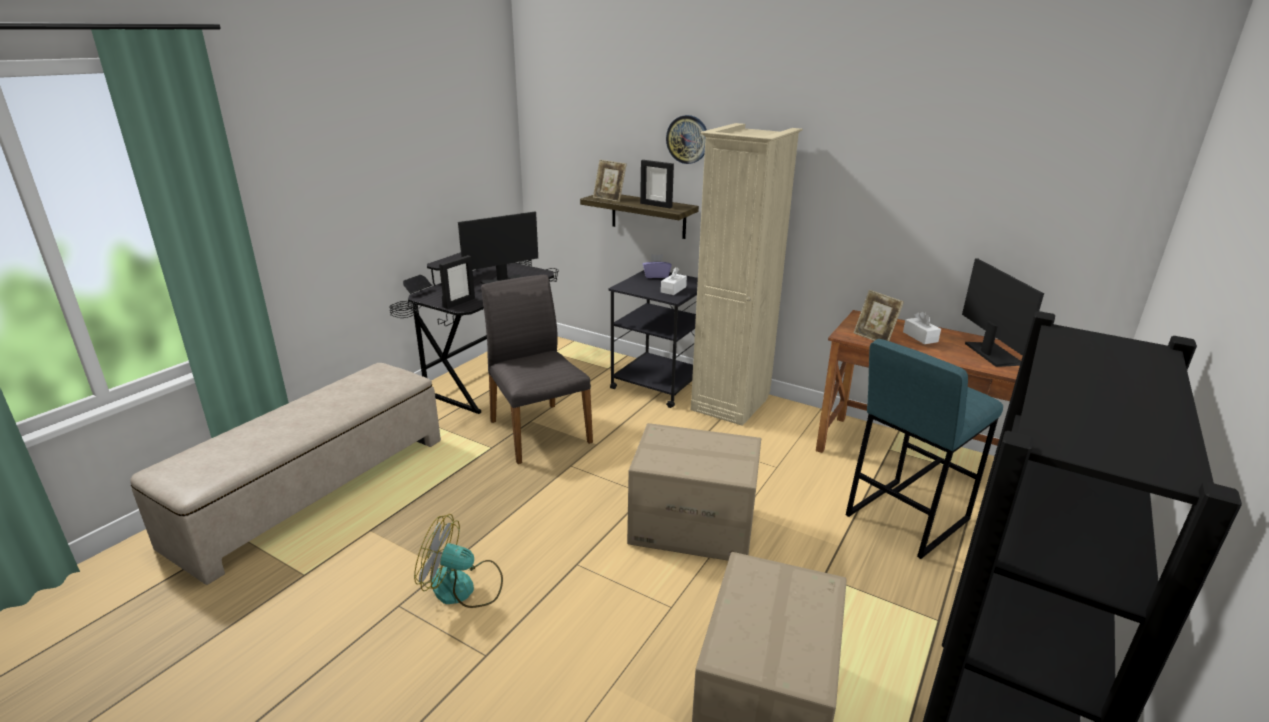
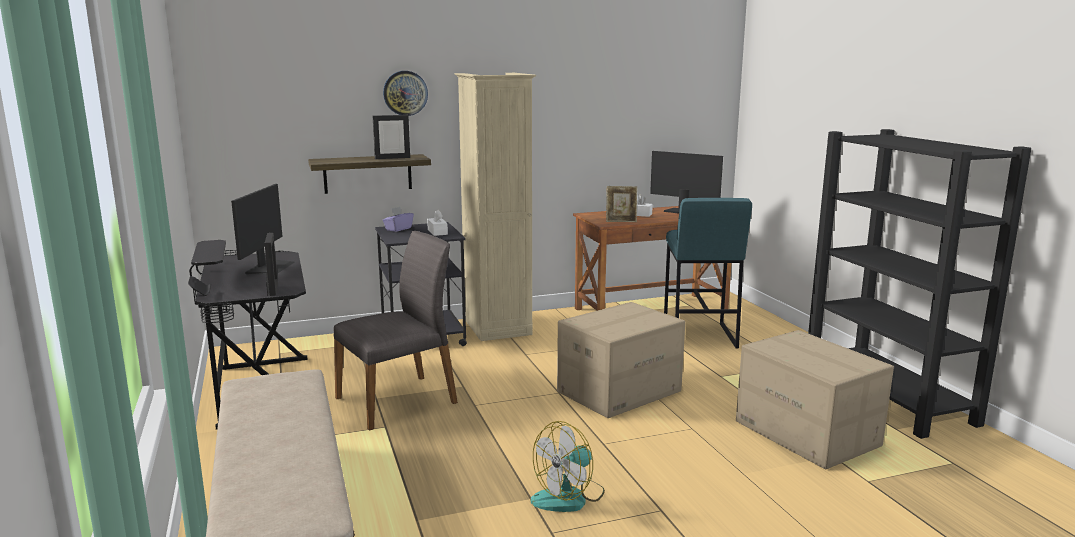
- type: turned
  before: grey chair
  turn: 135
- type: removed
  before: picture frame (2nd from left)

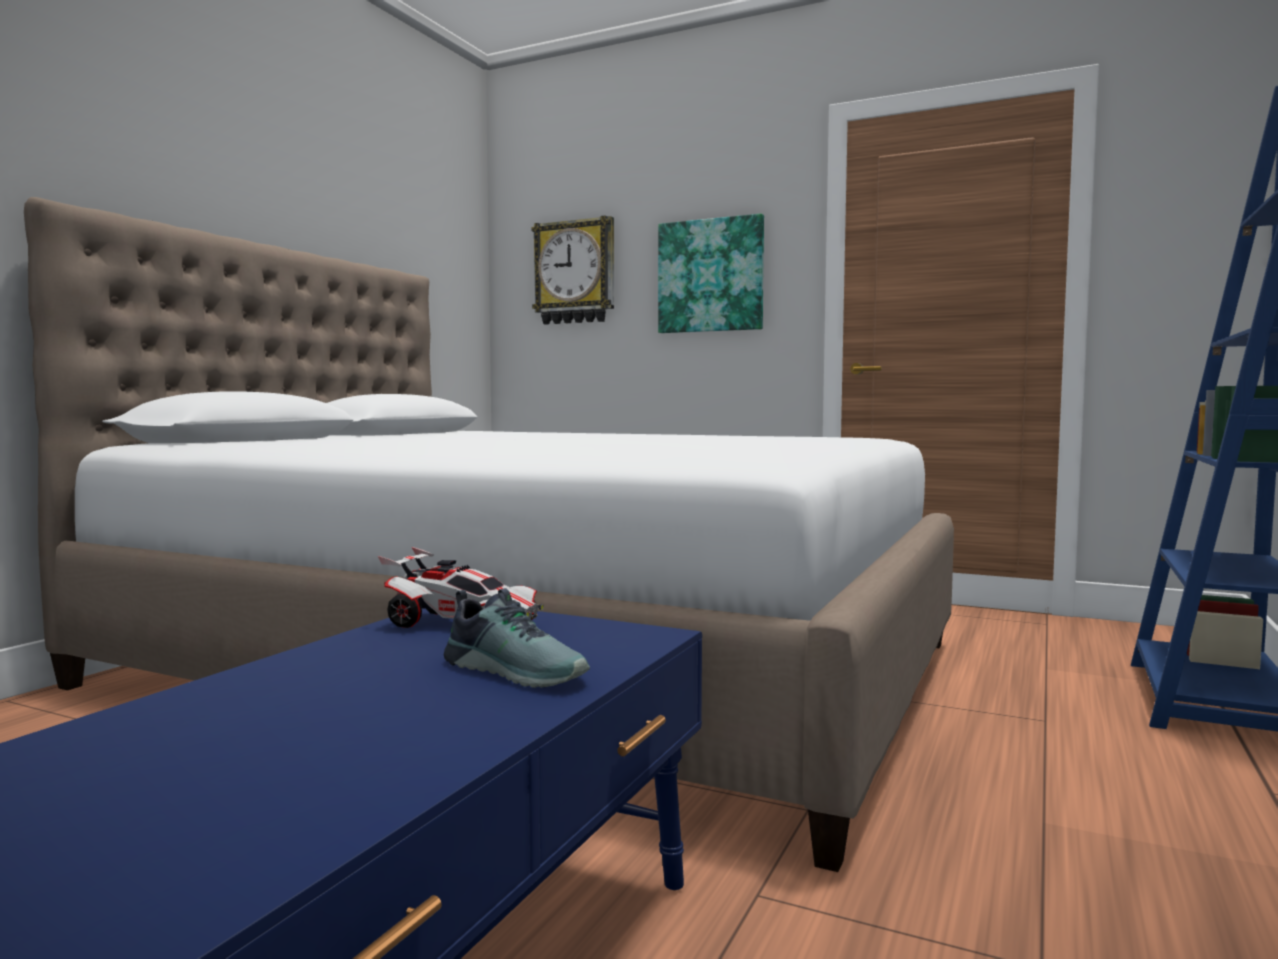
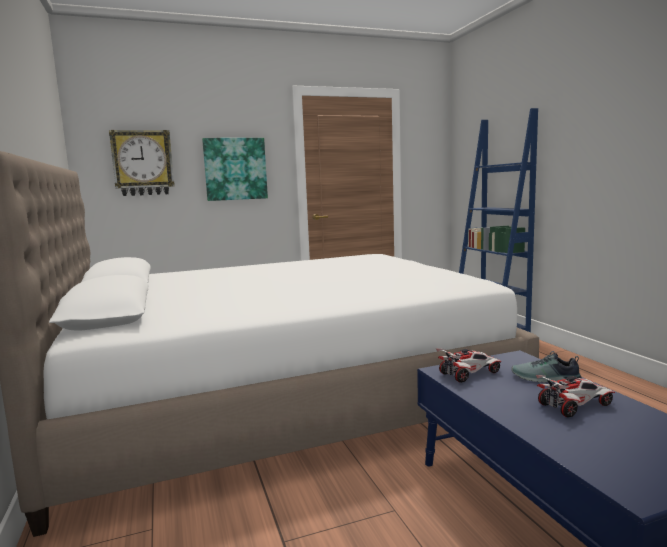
- type: turned
  before: shoe
  turn: -150
- type: added
  after: toy car (2nd from left)

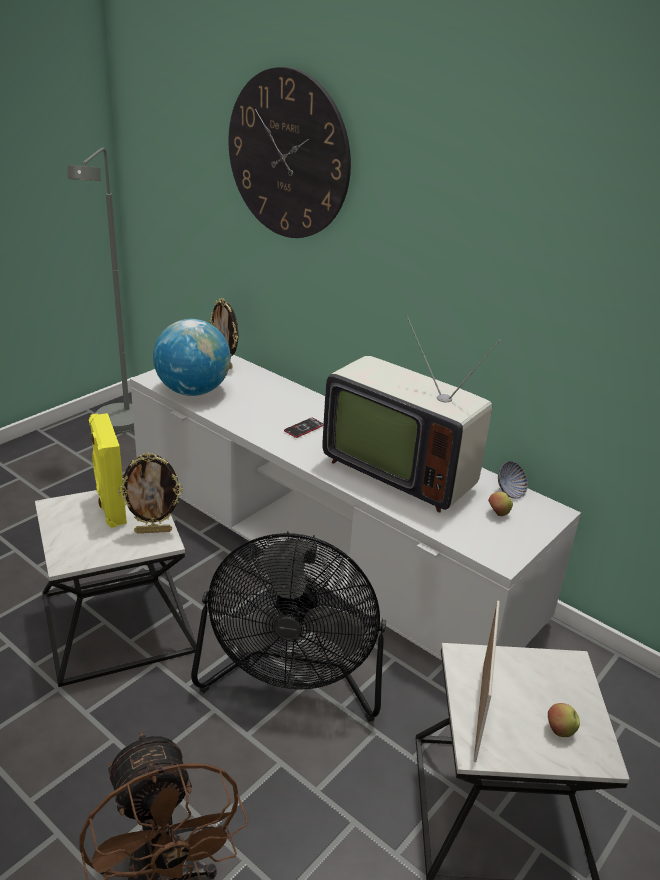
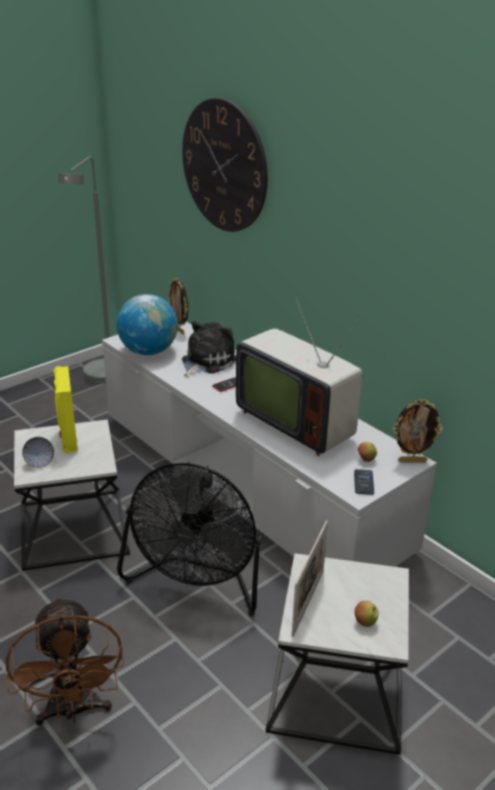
- type: moved
  before: picture frame (1st from left in the first image)
  after: picture frame (3rd from left)
- type: moved
  before: bowl
- type: added
  after: plush toy
- type: added
  after: phone (2nd from left)

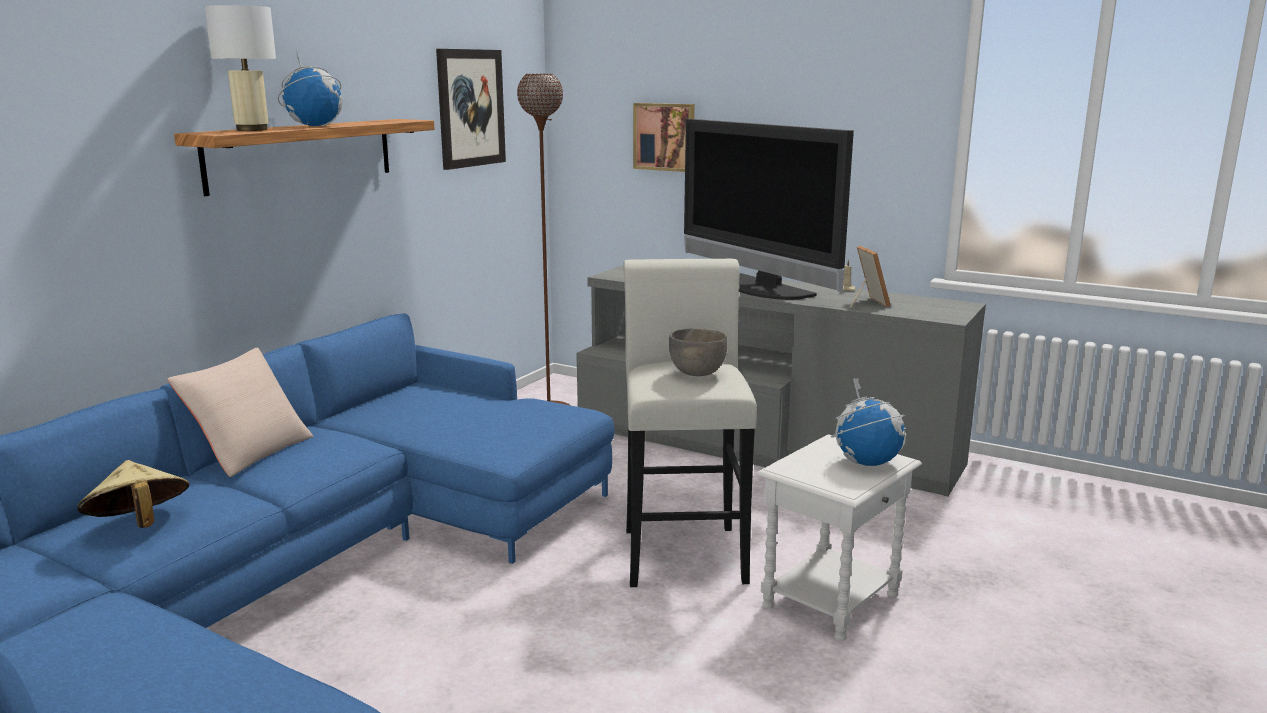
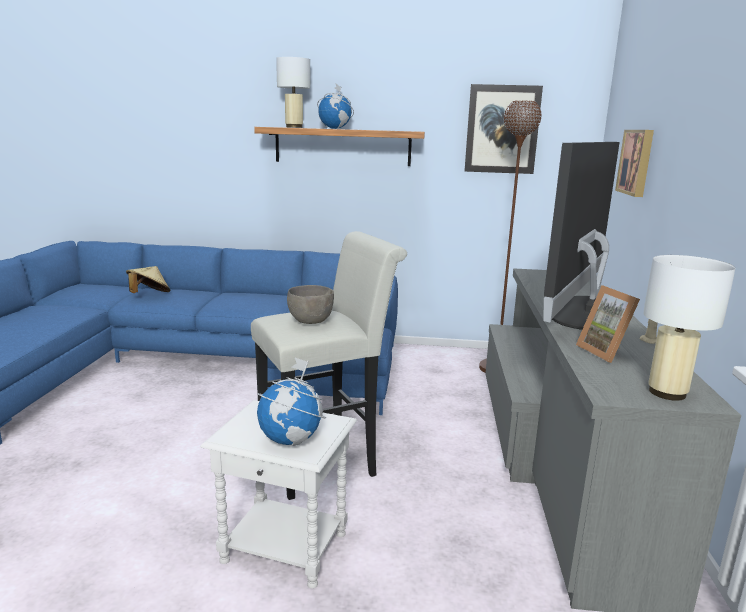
- type: removed
  before: beige pillow
- type: turned
  before: picture frame
  turn: 105
- type: added
  after: white table lamp (2nd from left)

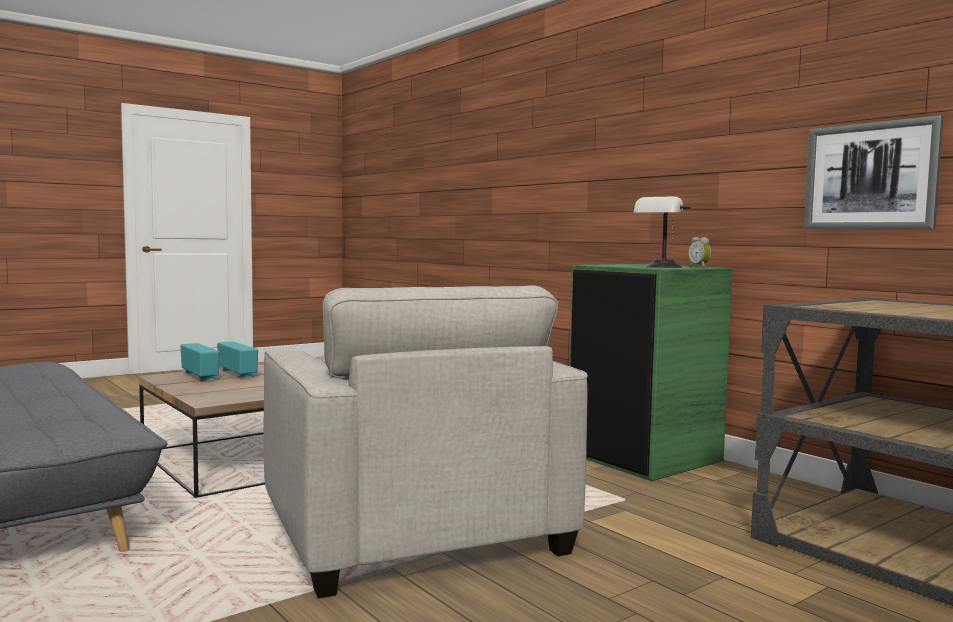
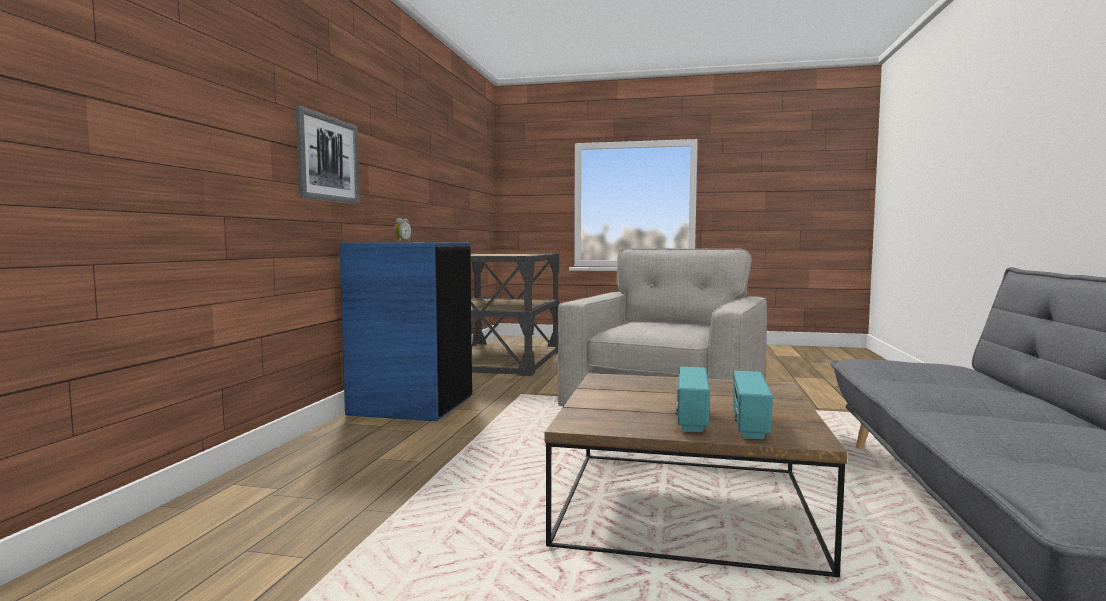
- type: recoloured
  before: green cabinet
  after: blue cabinet
- type: removed
  before: table lamp
- type: moved
  before: picture

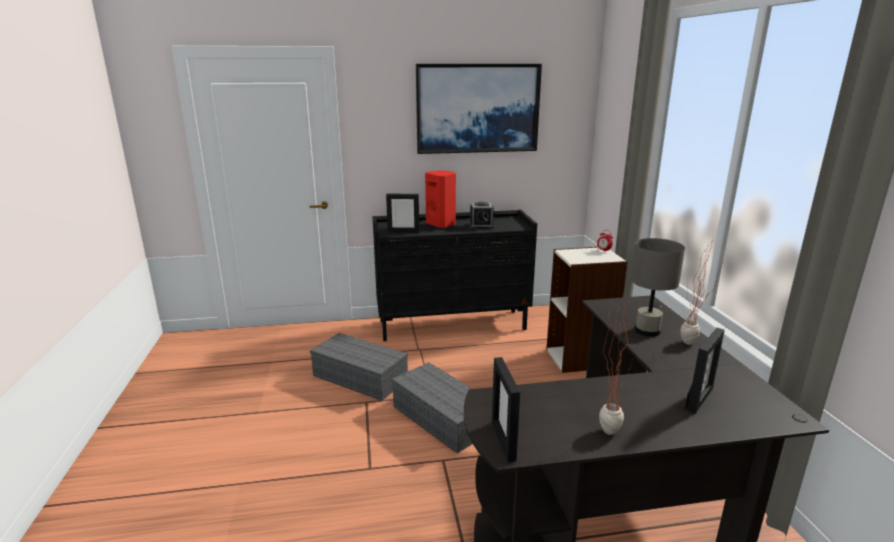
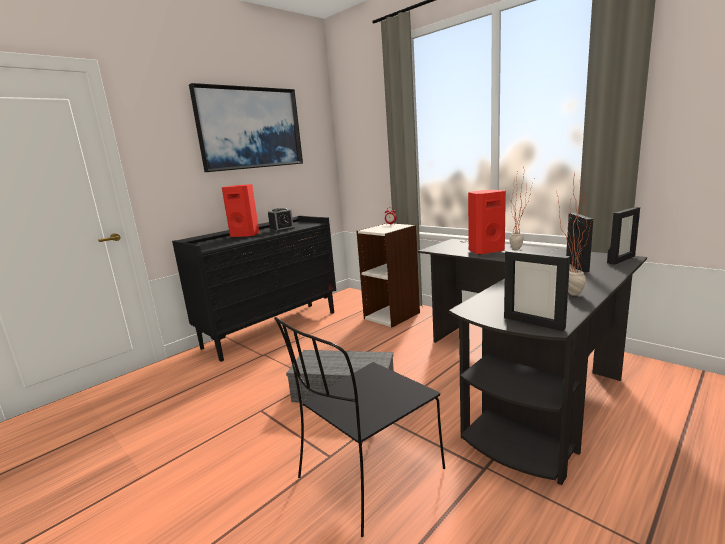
- type: removed
  before: grey storage box (1st from left)
- type: moved
  before: picture frame (1st from left in the first image)
  after: picture frame (3rd from left)
- type: replaced
  before: grey table lamp
  after: red speaker (2nd from left)
- type: added
  after: black chair

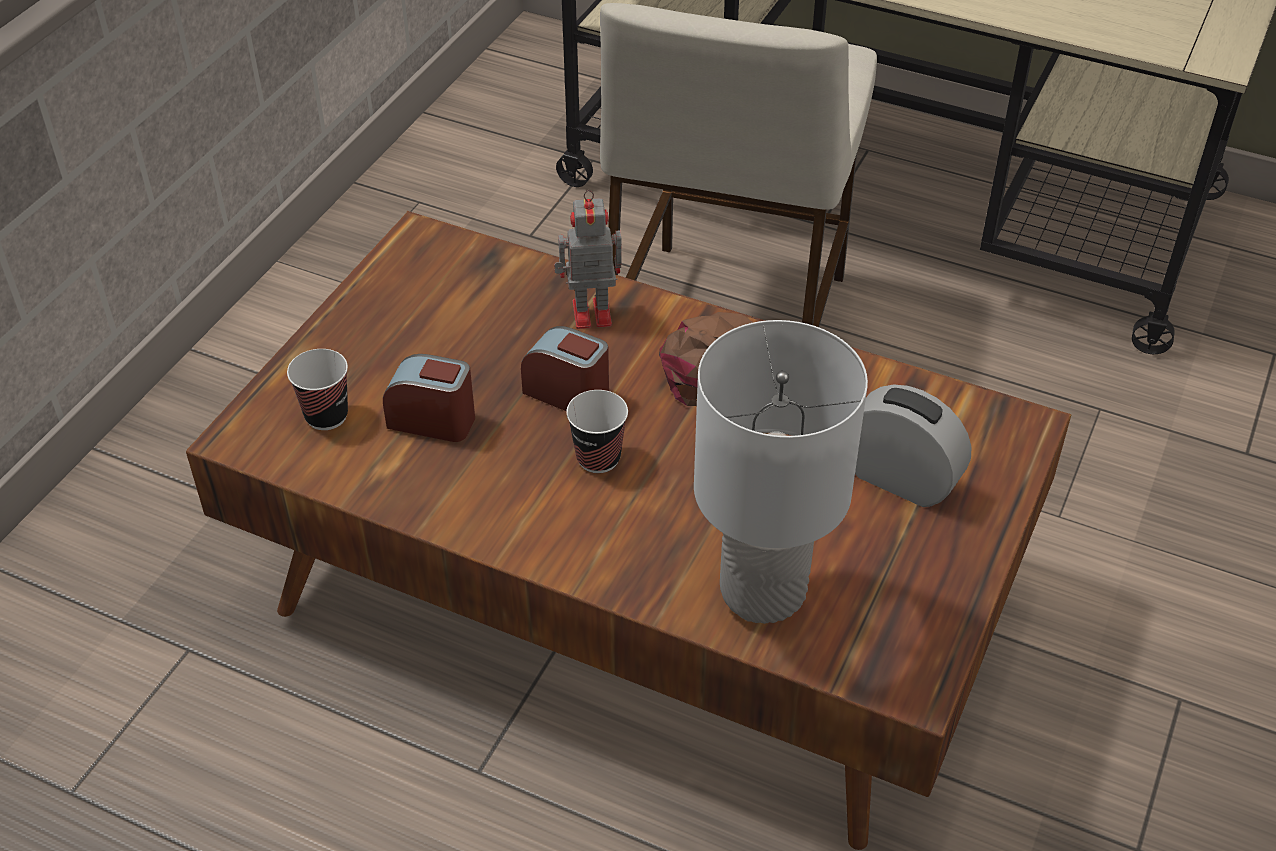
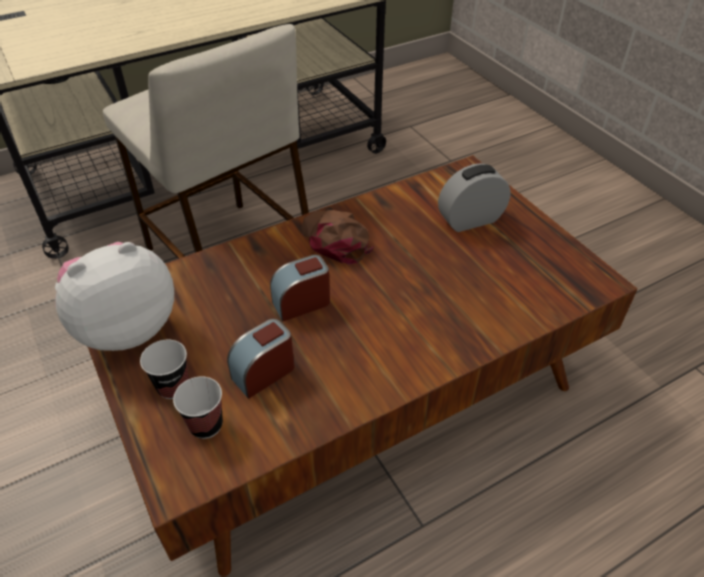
- type: removed
  before: toy robot
- type: moved
  before: cup (2nd from left in the first image)
  after: cup (1st from left)
- type: removed
  before: grey table lamp
- type: added
  after: plush toy

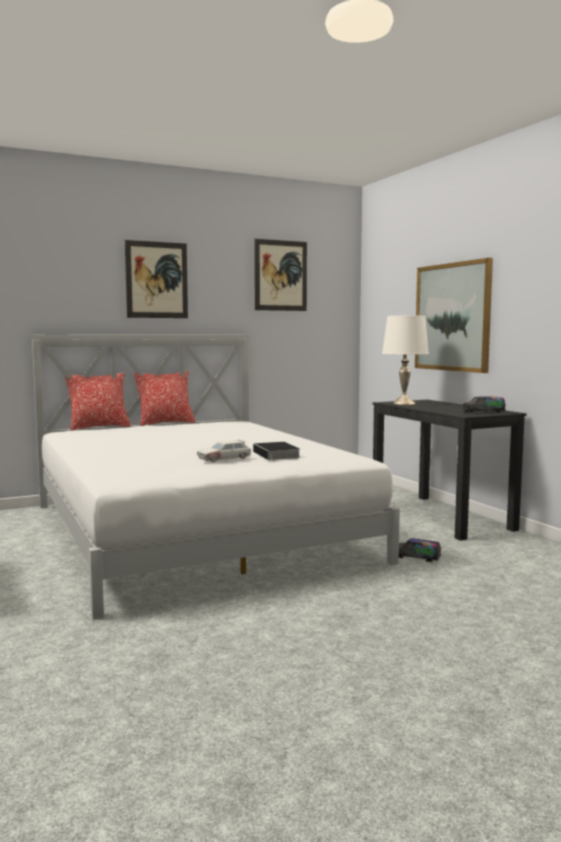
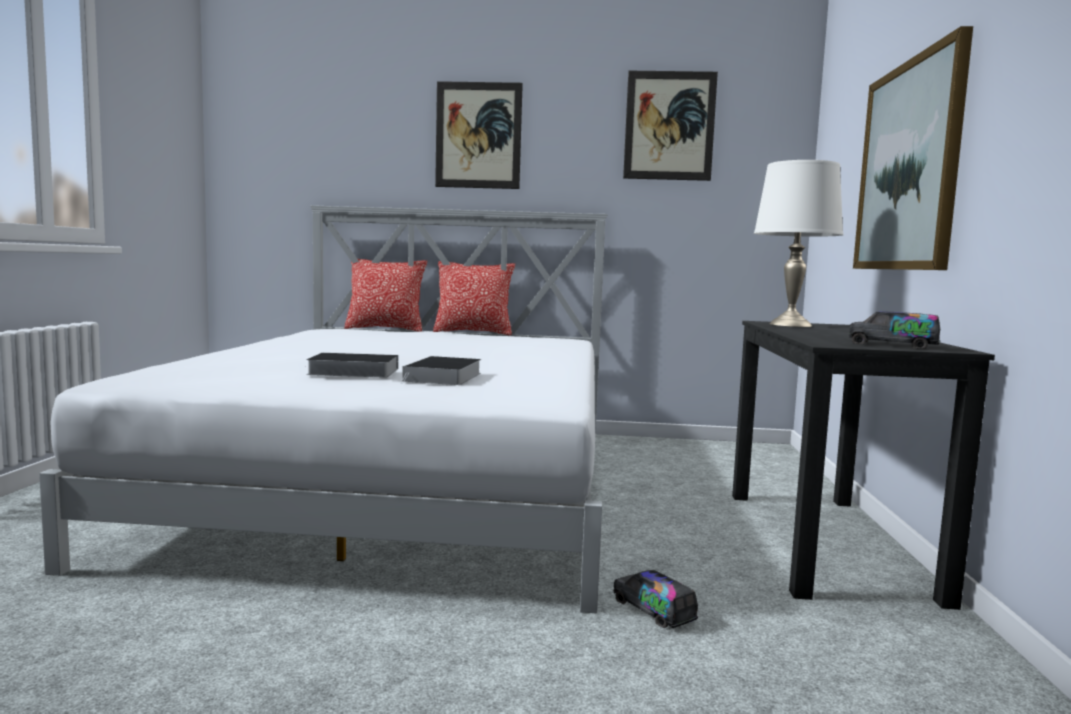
- type: replaced
  before: toy car
  after: book (1st from left)

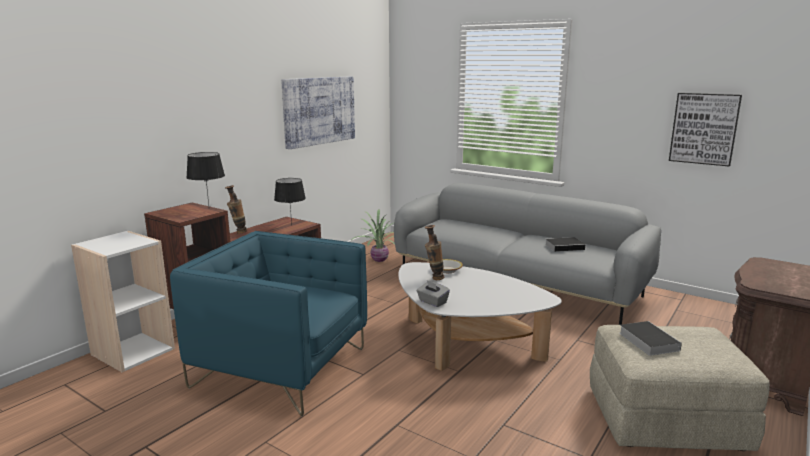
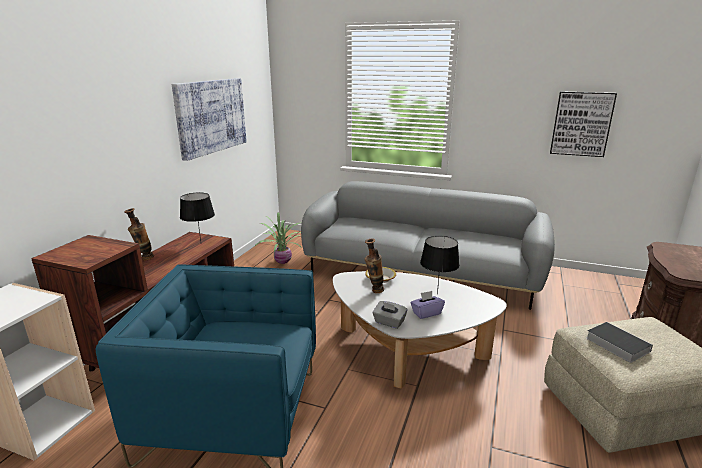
- type: moved
  before: black table lamp (1st from left in the first image)
  after: black table lamp (2nd from left)
- type: removed
  before: book (1st from left)
- type: added
  after: purple tissue box

